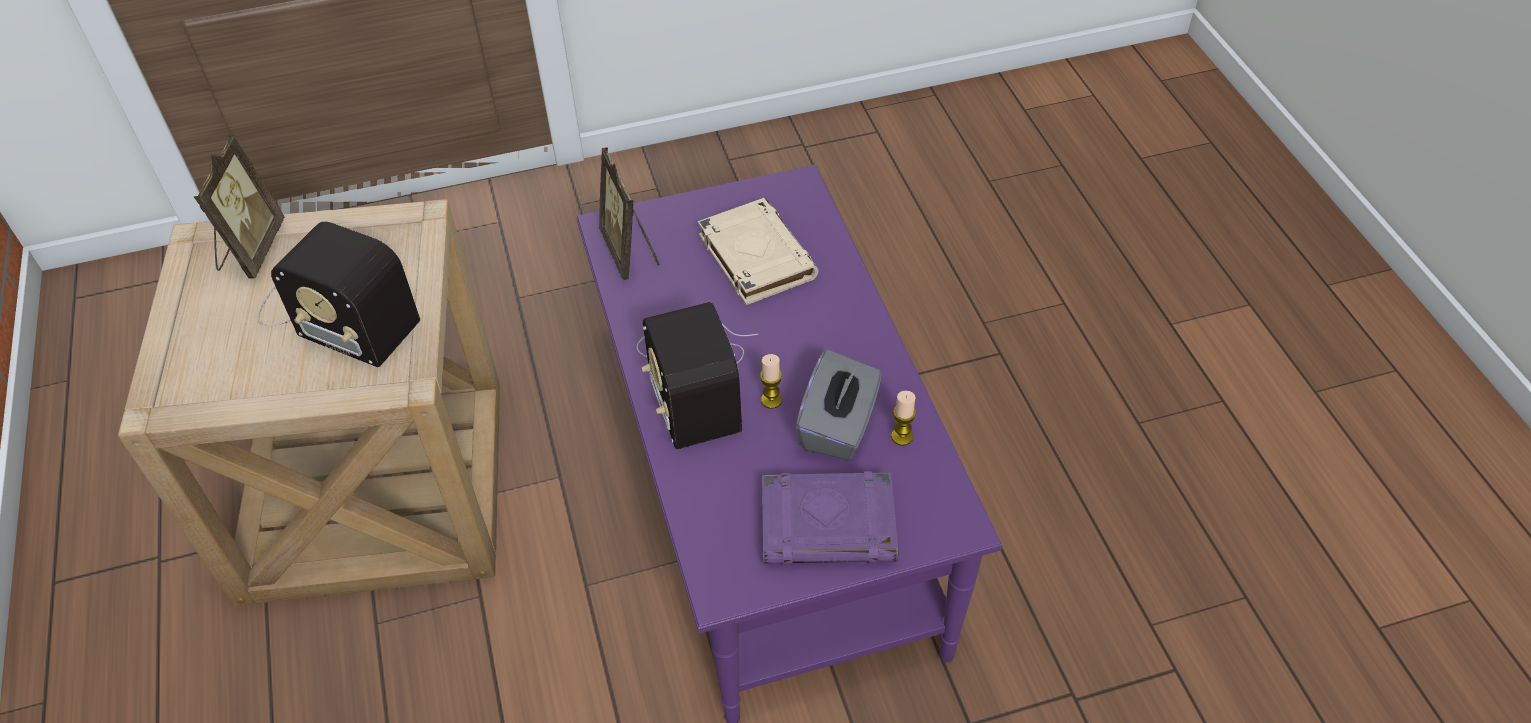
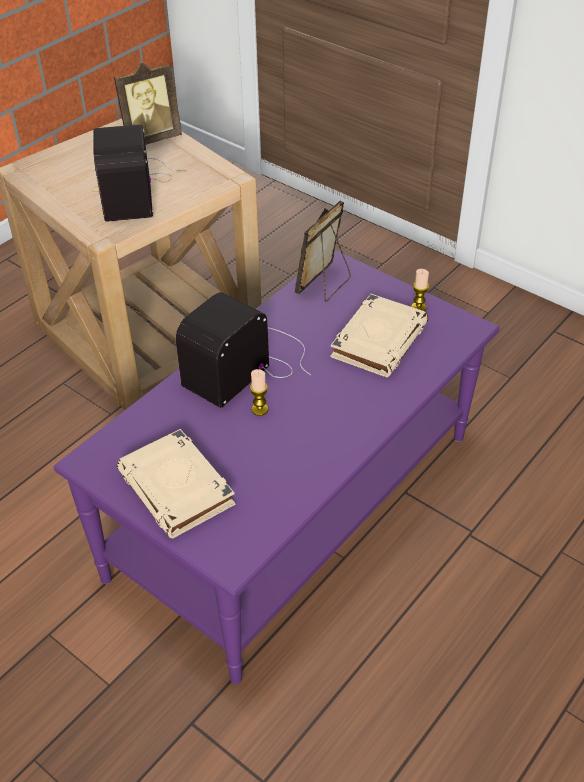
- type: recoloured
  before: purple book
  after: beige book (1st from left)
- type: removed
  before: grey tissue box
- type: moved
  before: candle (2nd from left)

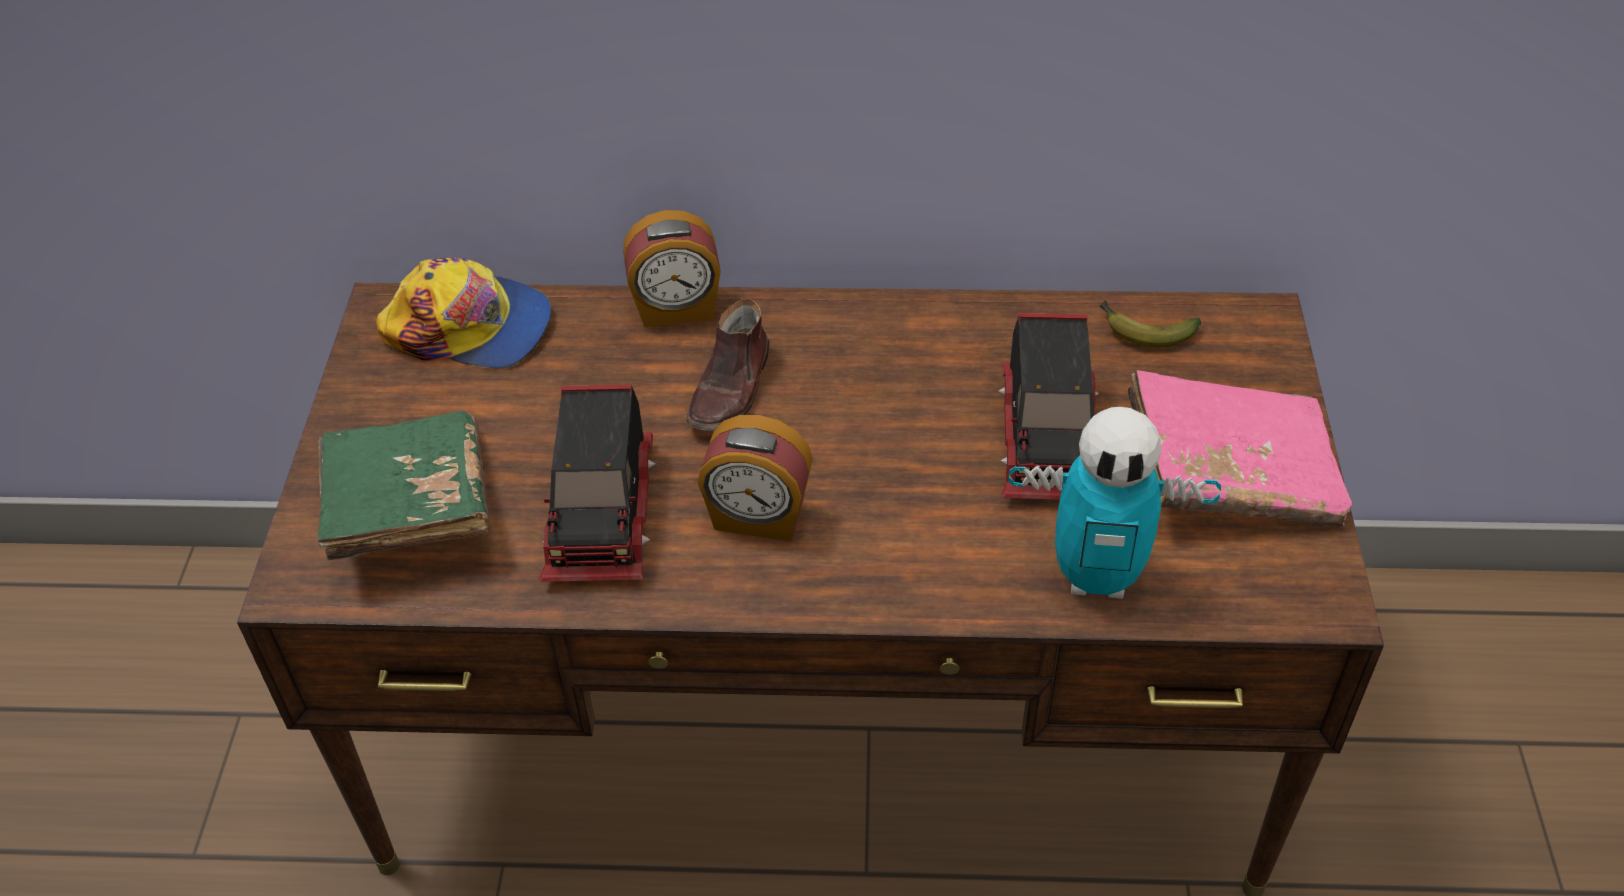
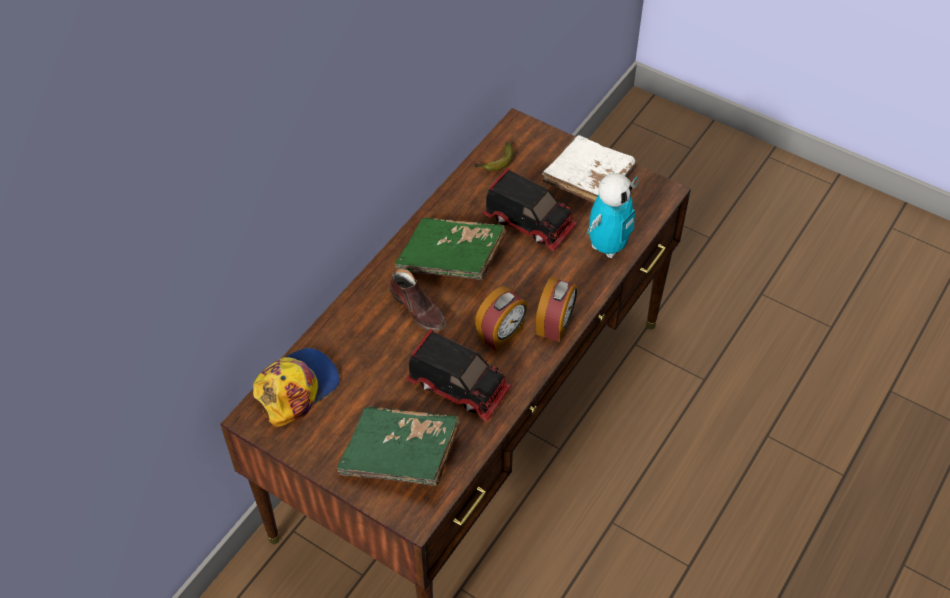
- type: moved
  before: alarm clock (1st from left in the first image)
  after: alarm clock (2nd from left)
- type: recoloured
  before: pink book
  after: white book
- type: added
  after: green book (2nd from left)

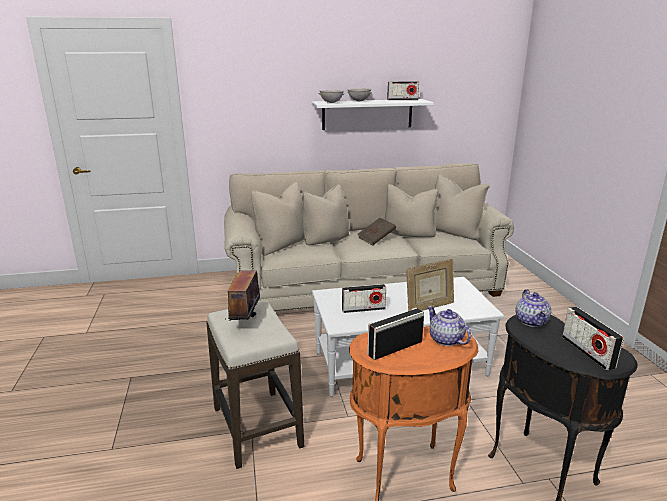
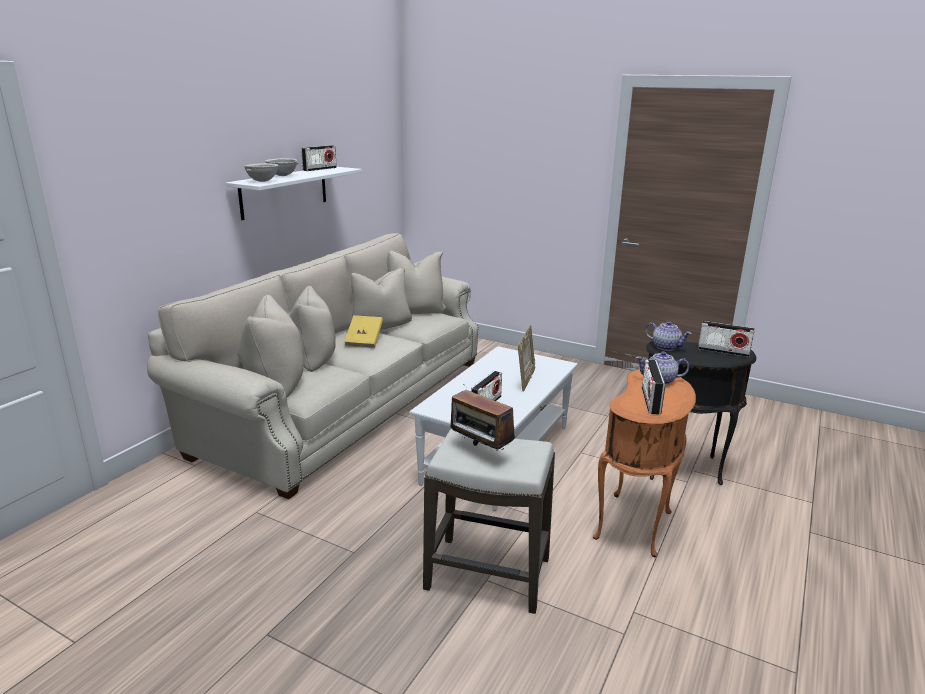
- type: recoloured
  before: brown book
  after: yellow book

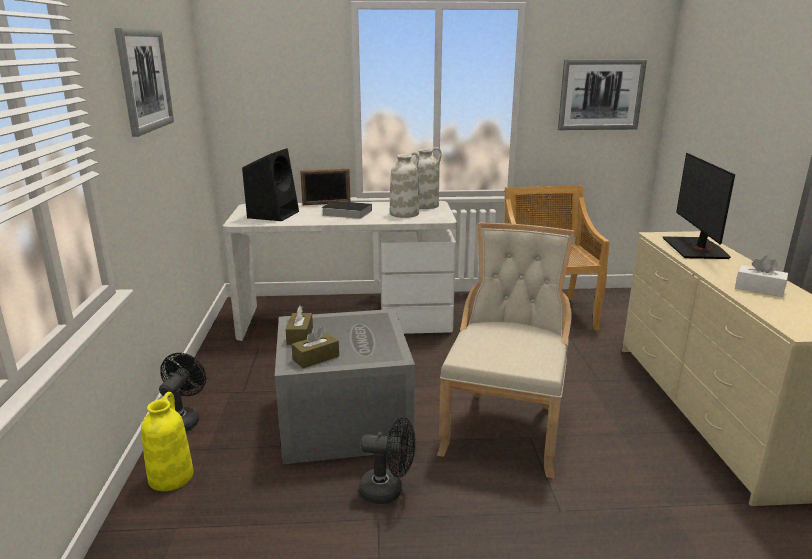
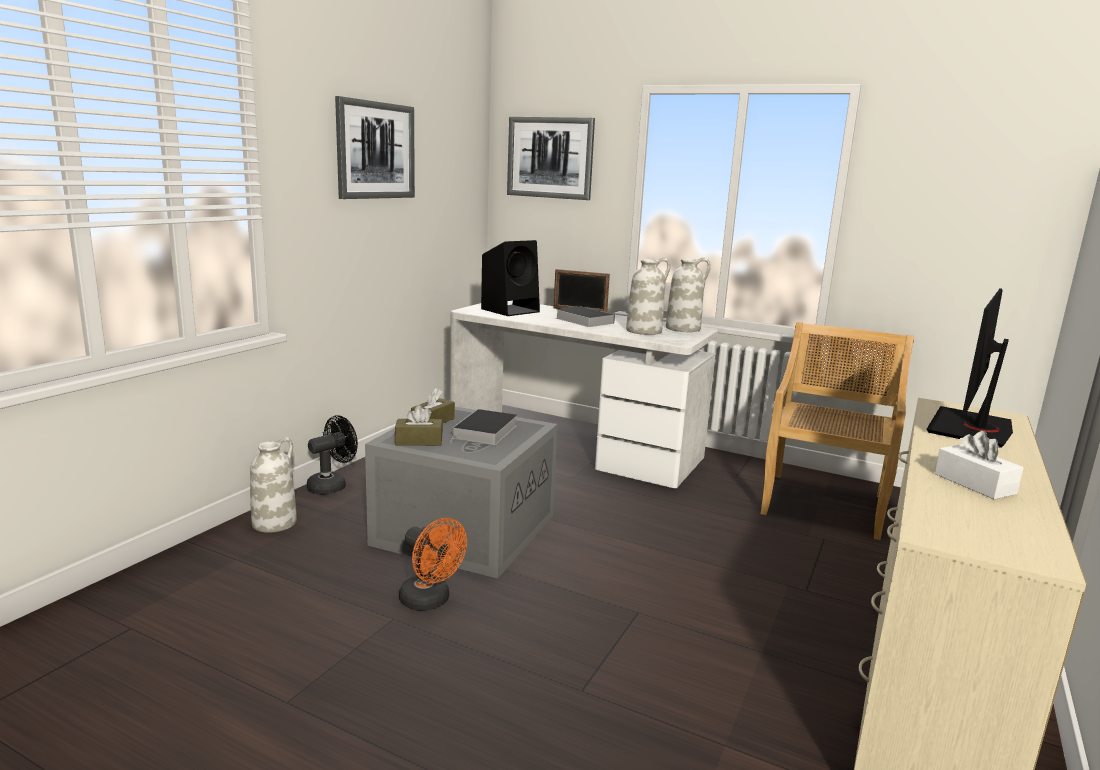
- type: recoloured
  before: yellow vase
  after: white vase (1st from left)
- type: recoloured
  before: black fan (2nd from left)
  after: orange fan
- type: removed
  before: beige chair (1st from left)
- type: moved
  before: picture (2nd from left)
- type: added
  after: book (1st from left)

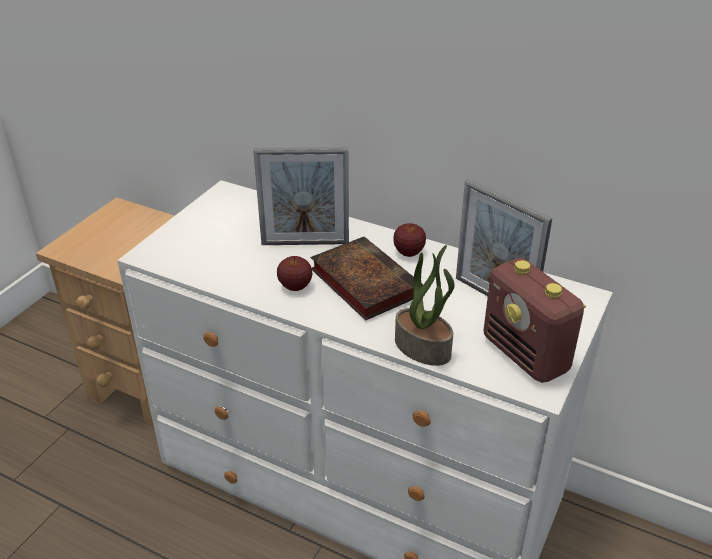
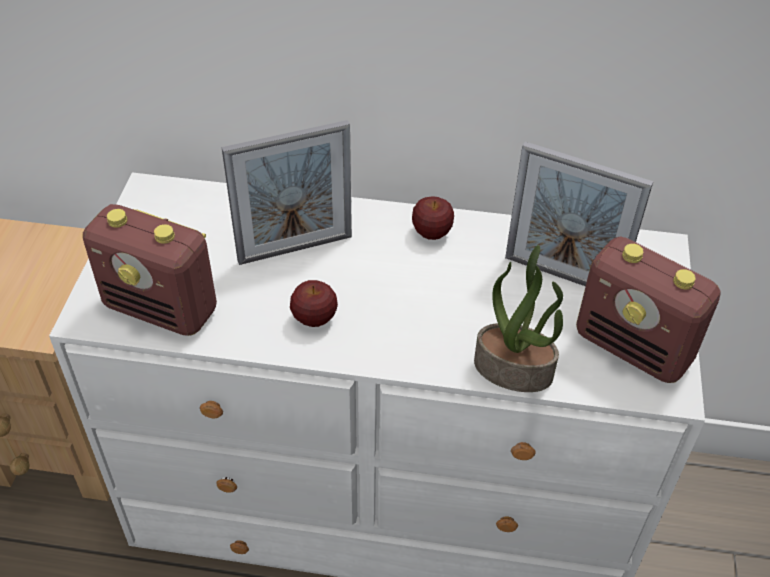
- type: removed
  before: book
- type: added
  after: radio (1st from left)

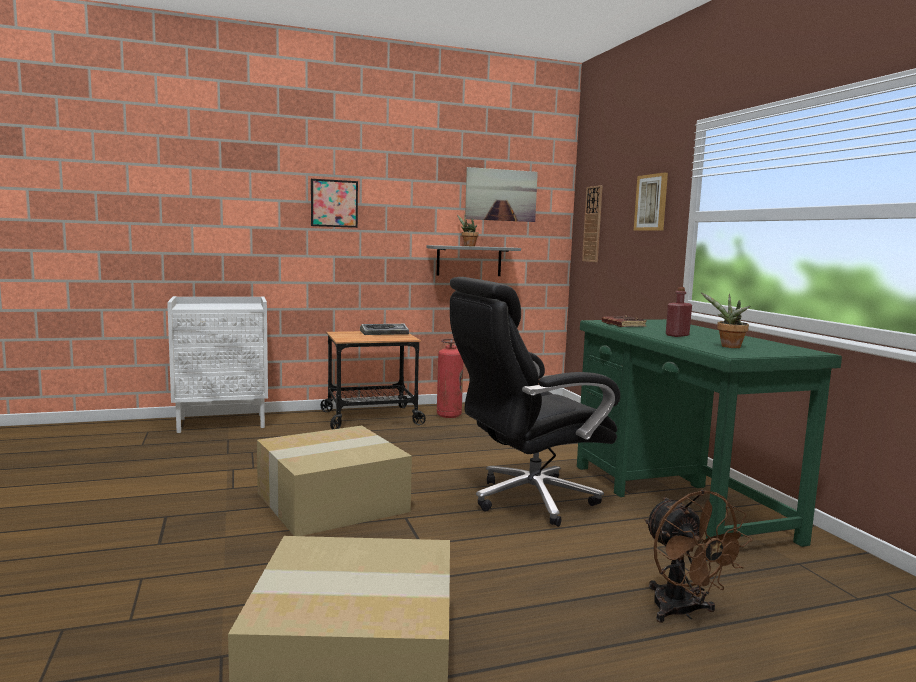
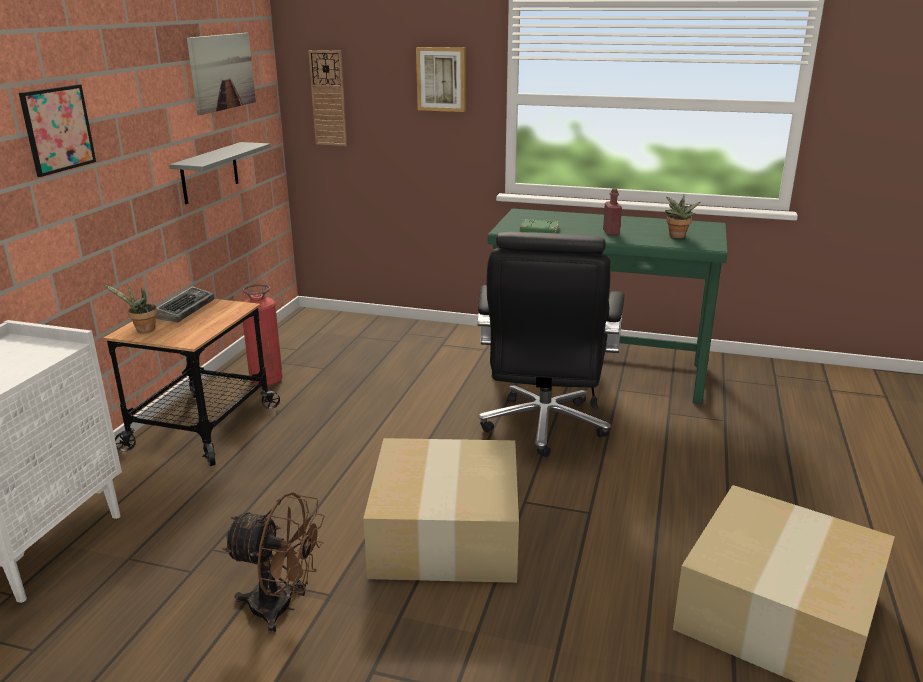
- type: moved
  before: potted plant (1st from left)
- type: recoloured
  before: brown book
  after: green book
- type: moved
  before: brown fan

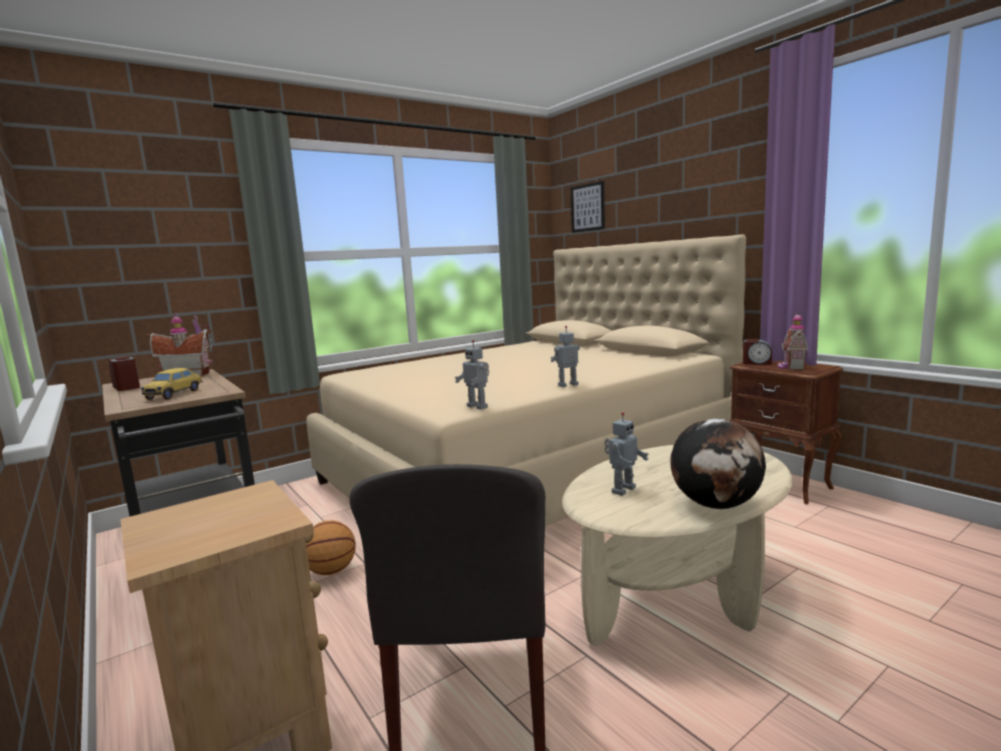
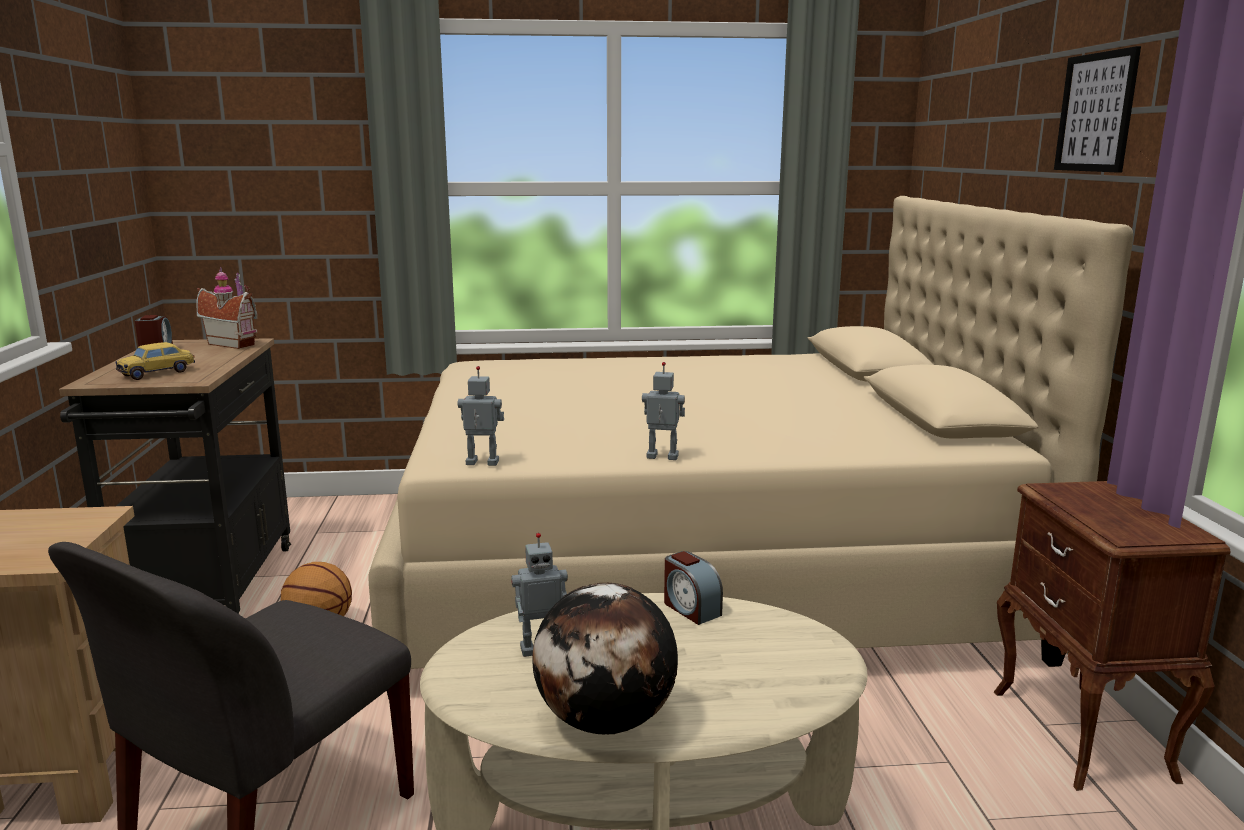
- type: turned
  before: toy robot (1st from left)
  turn: 105
- type: moved
  before: picture
- type: moved
  before: alarm clock (2nd from left)
- type: removed
  before: toy house (2nd from left)

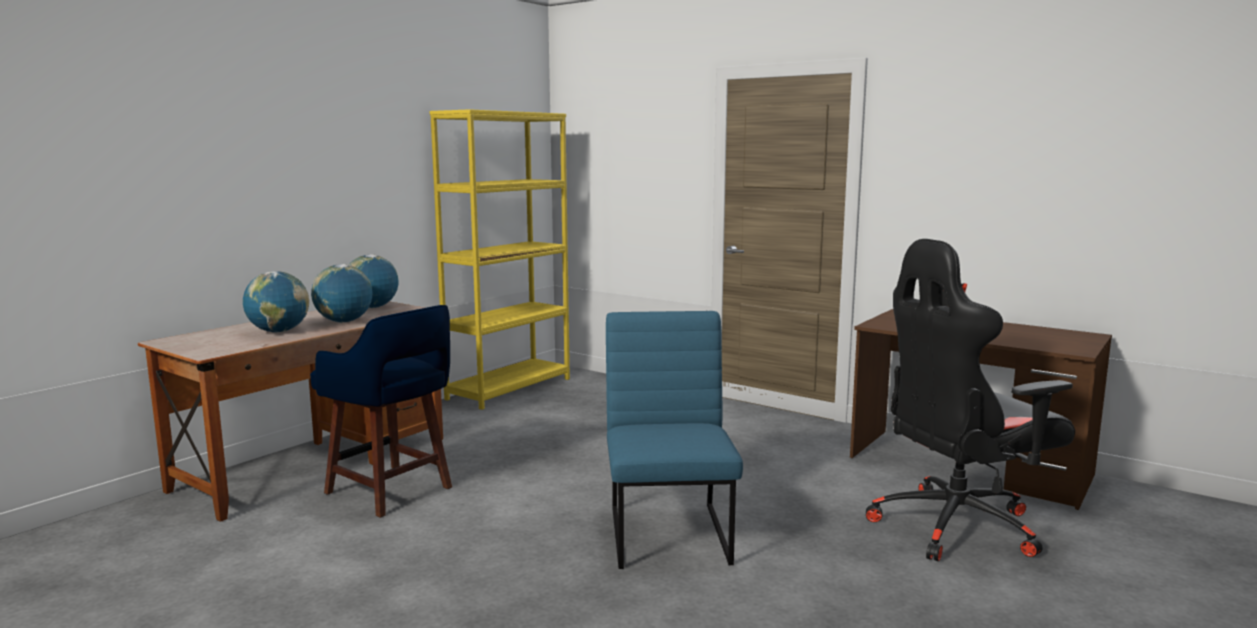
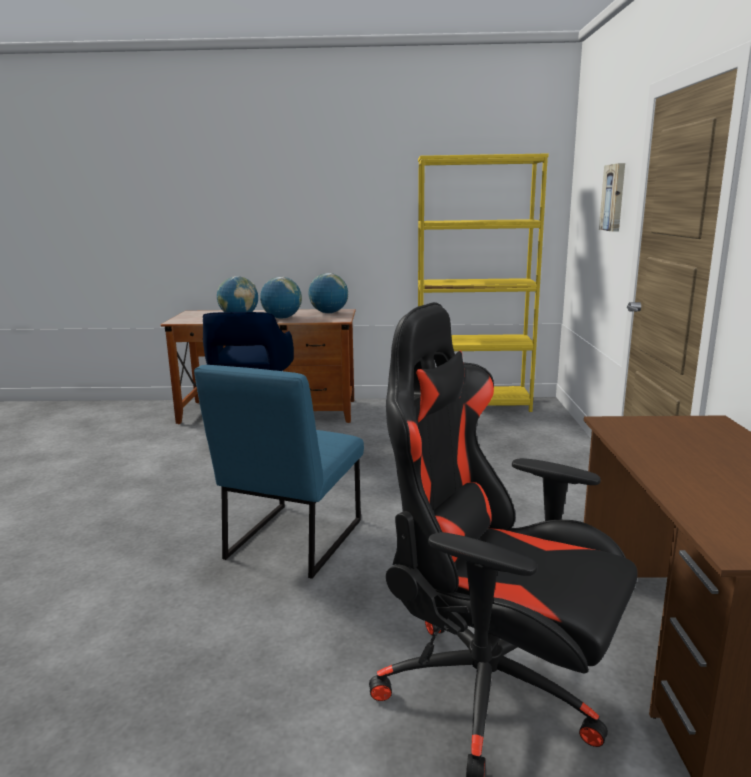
- type: turned
  before: blue chair
  turn: 150
- type: added
  after: picture

